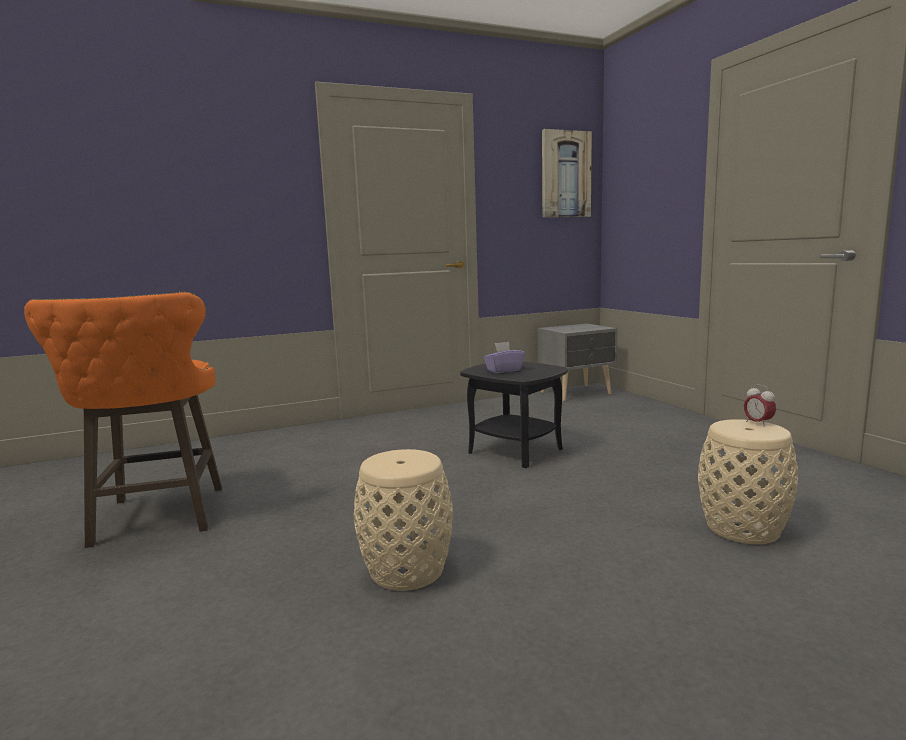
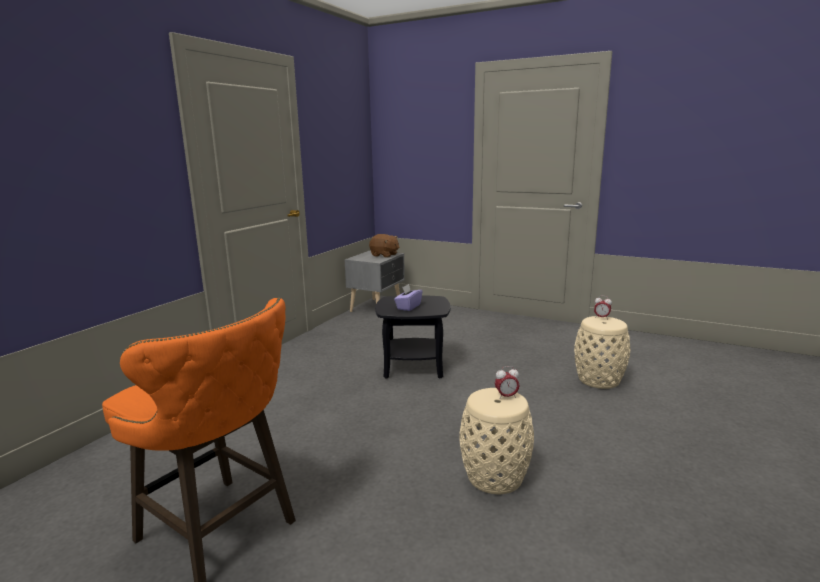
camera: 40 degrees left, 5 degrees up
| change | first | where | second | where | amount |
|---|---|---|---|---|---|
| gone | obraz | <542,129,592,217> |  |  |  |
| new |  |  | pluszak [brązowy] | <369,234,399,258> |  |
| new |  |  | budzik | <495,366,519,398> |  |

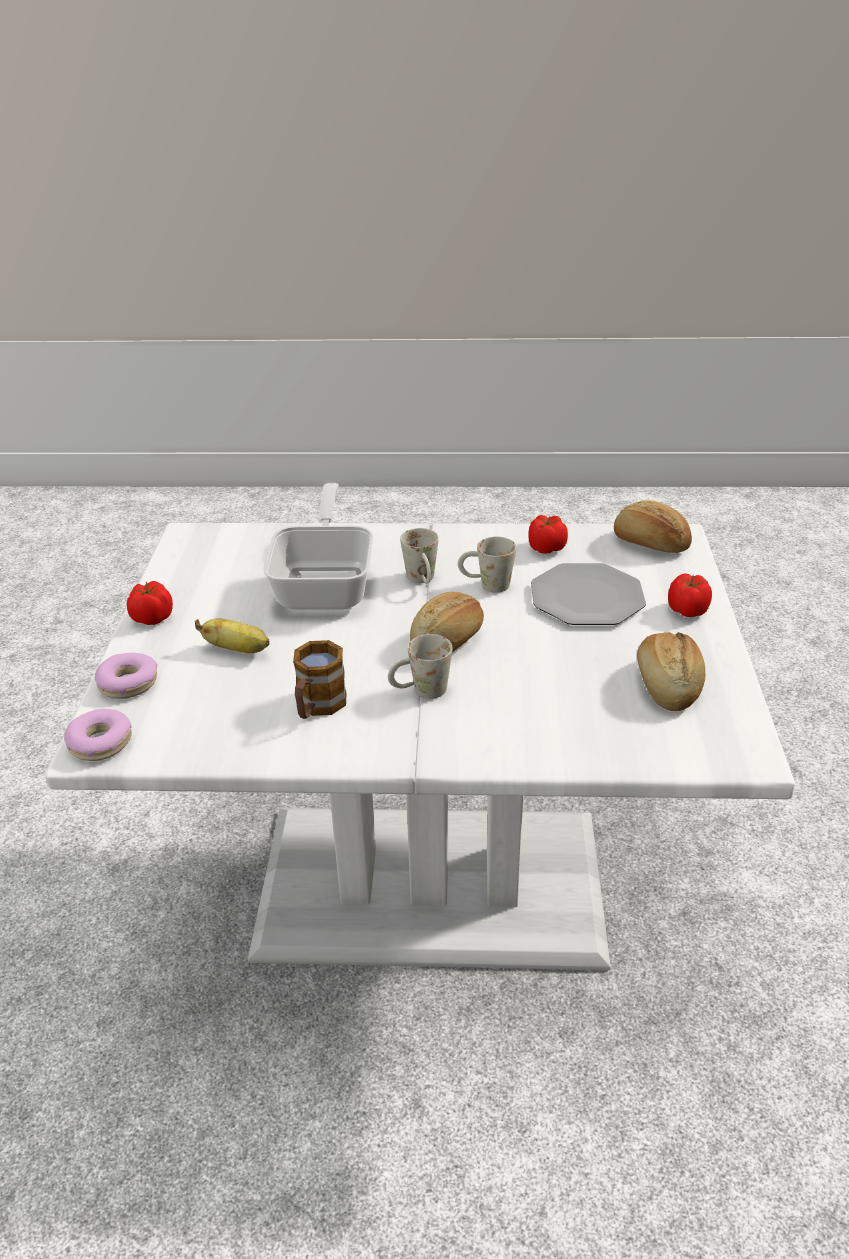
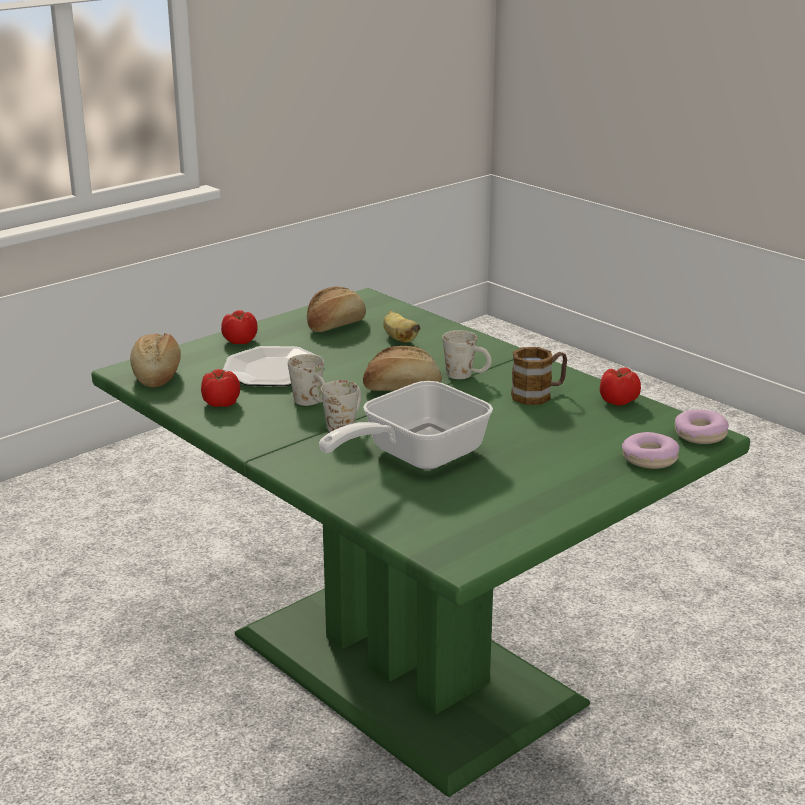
camera: 135 degrees left, 10 degrees down
| change | first | where | second | where | amount |
|---|---|---|---|---|---|
| shifted | pomidor | <127,581,173,625> |  | <600,367,641,406> |  |
| shifted | banan | <195,619,270,653> |  | <383,310,420,343> |  |
| repainted | stół jadalny [biały] | <45,523,796,970> | stół jadalny [zielony] | <91,288,750,797> |  |

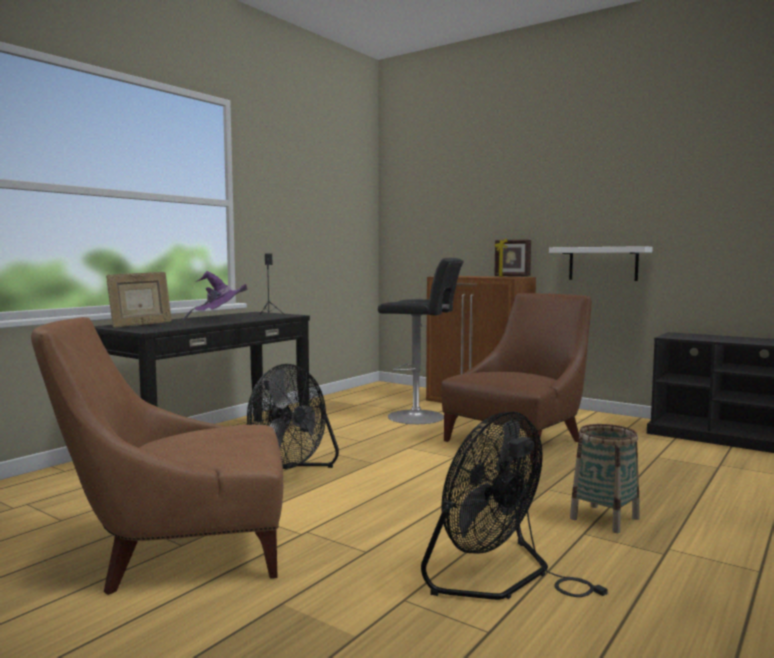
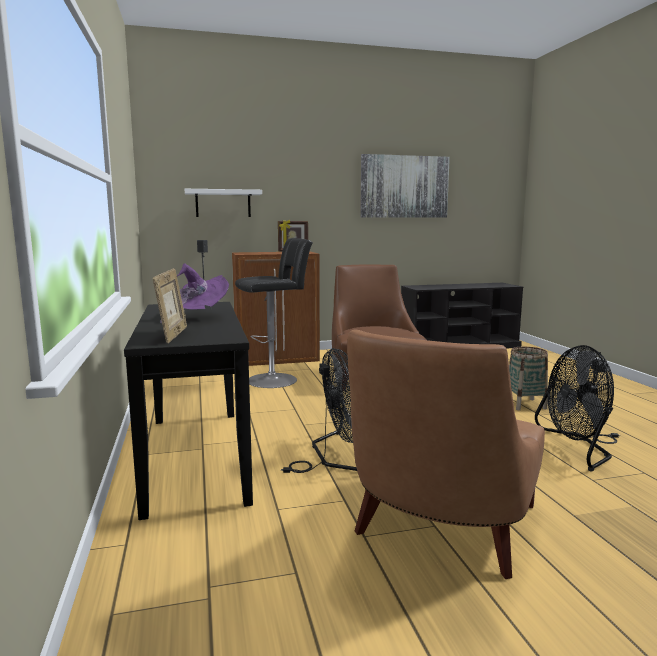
camera: 50 degrees left, 5 degrees up
| change | first | where | second | where | amount |
|---|---|---|---|---|---|
| new |  |  | obraz | <360,154,450,218> |  |
| shifted | półka [biały] | <549,246,653,281> |  | <185,189,262,217> |  |

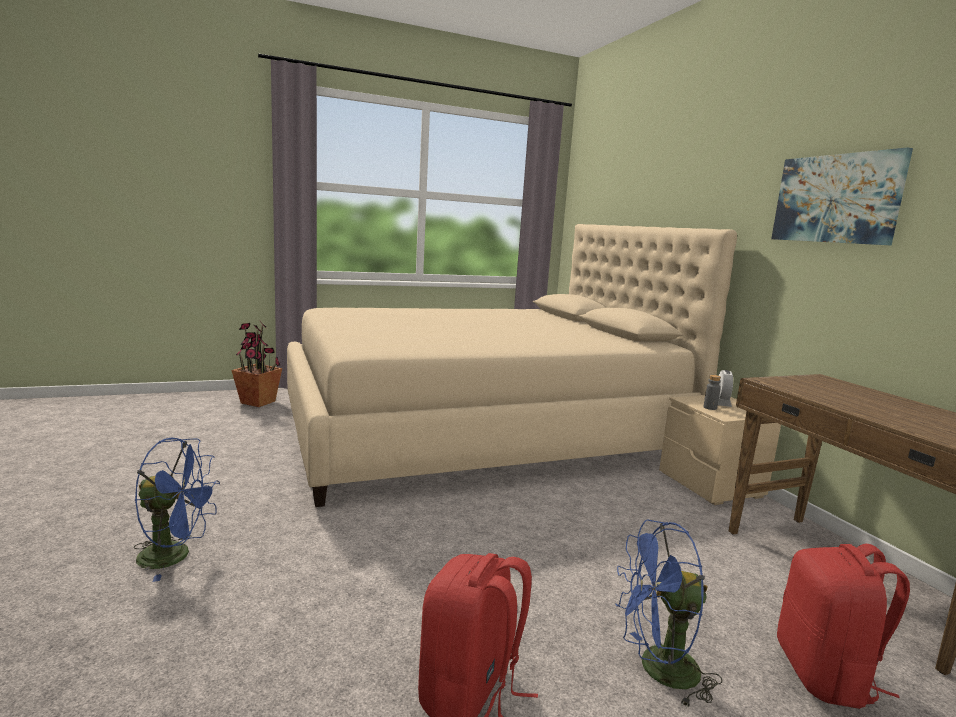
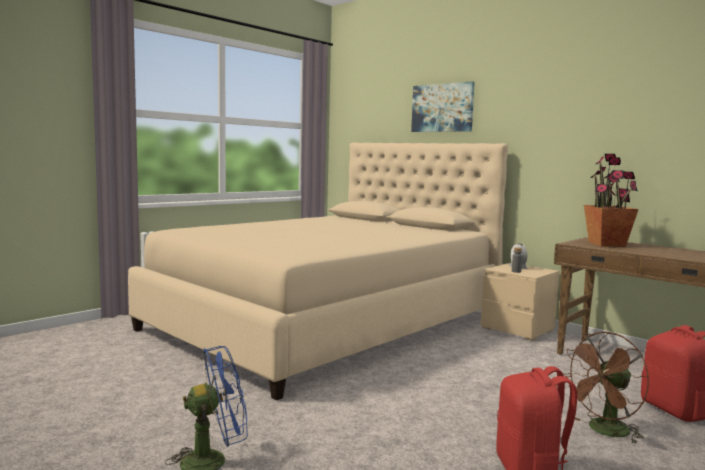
camera: 25 degrees left, 5 degrees down
| change | first | where | second | where | amount |
|---|---|---|---|---|---|
| shifted | roślina doniczkowa | <232,321,282,407> |  | <584,154,639,247> |  |
| shifted | obraz | <771,147,913,245> |  | <411,81,475,132> |  |
| repainted | wentylator [niebieski] | <616,519,722,708> | wentylator [brązowy] | <563,332,649,444> |  |

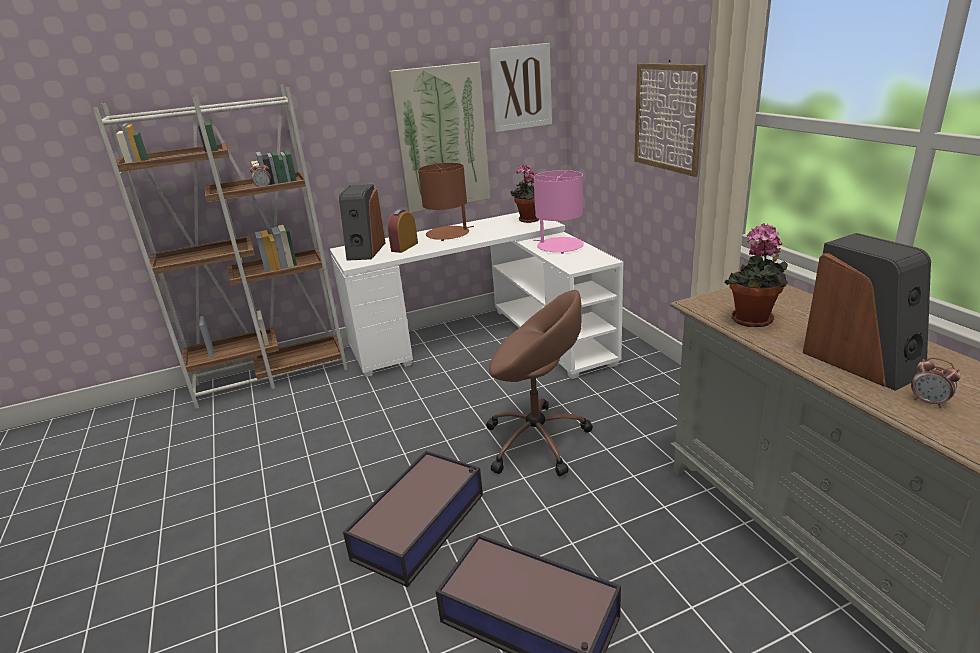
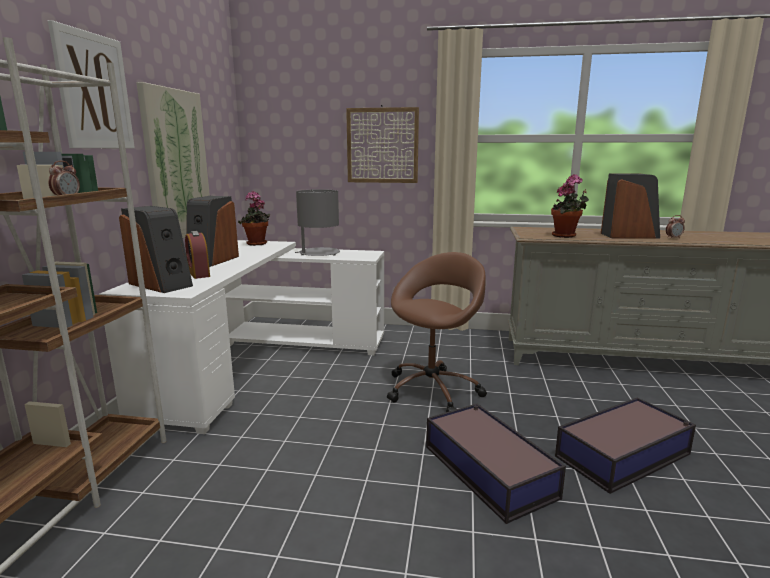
camera: 60 degrees left, 10 degrees down
| change | first | where | second | where | amount |
|---|---|---|---|---|---|
| shifted | obraz | <489,43,552,132> |  | <48,20,135,148> |  |
| swapped | lampa stołowa [brązowy] | <418,163,474,241> | głośnik | <187,196,239,267> |  |
| repainted | lampa stołowa [różowy] | <533,170,584,254> | lampa stołowa [szary] | <295,189,340,256> |  |

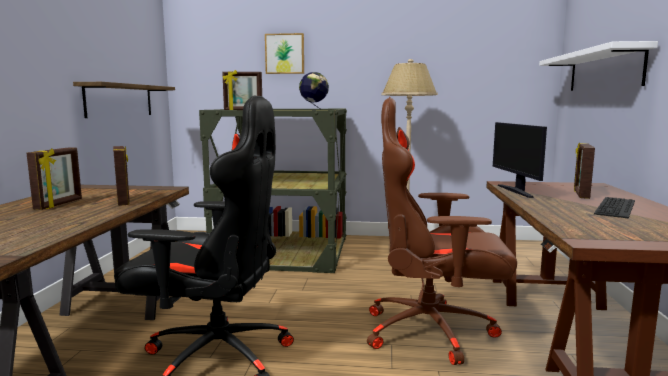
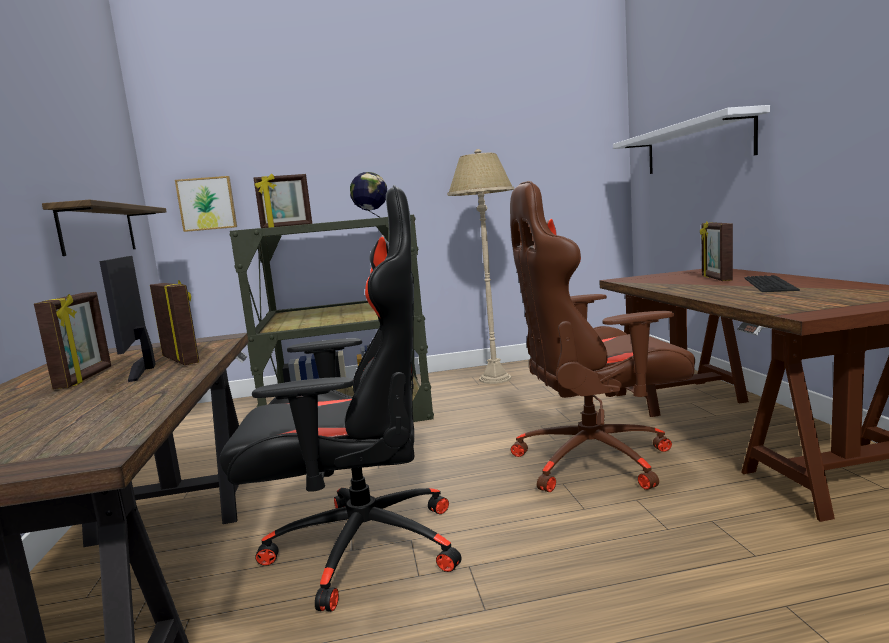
camera: 15 degrees left, 0 degrees up
| change | first | where | second | where | amount |
|---|---|---|---|---|---|
| shifted | obraz | <265,33,304,74> |  | <175,176,237,232> |  |
| shifted | monitor | <493,122,547,198> |  | <99,256,156,382> |  |

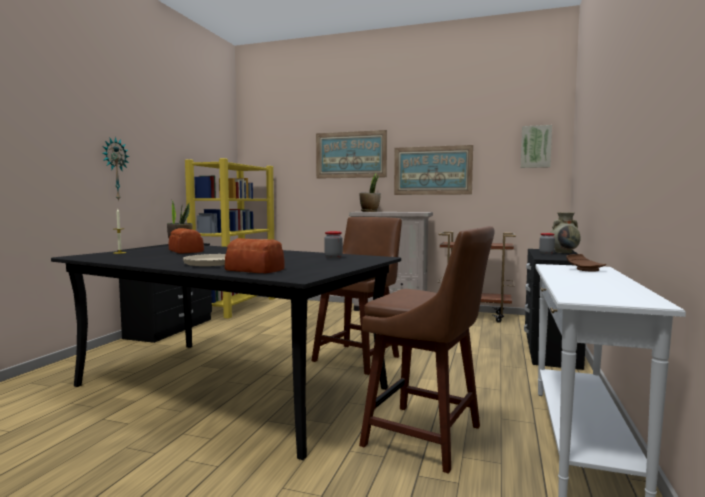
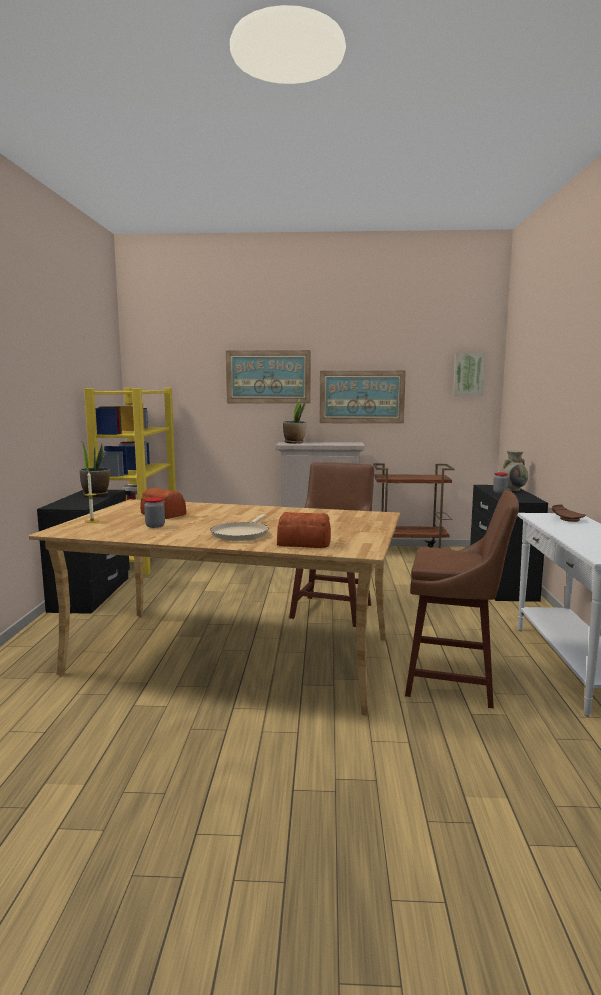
camera: 15 degrees left, 5 degrees up
| change | first | where | second | where | amount |
|---|---|---|---|---|---|
| gone | zegar ścienny | <102,137,130,201> |  |  |  |
| shifted | słoik | <325,231,343,259> |  | <144,497,165,528> |  |
| repainted | stół jadalny [czarny] | <51,245,401,460> | stół jadalny [beżowy] | <29,499,400,716> |  |

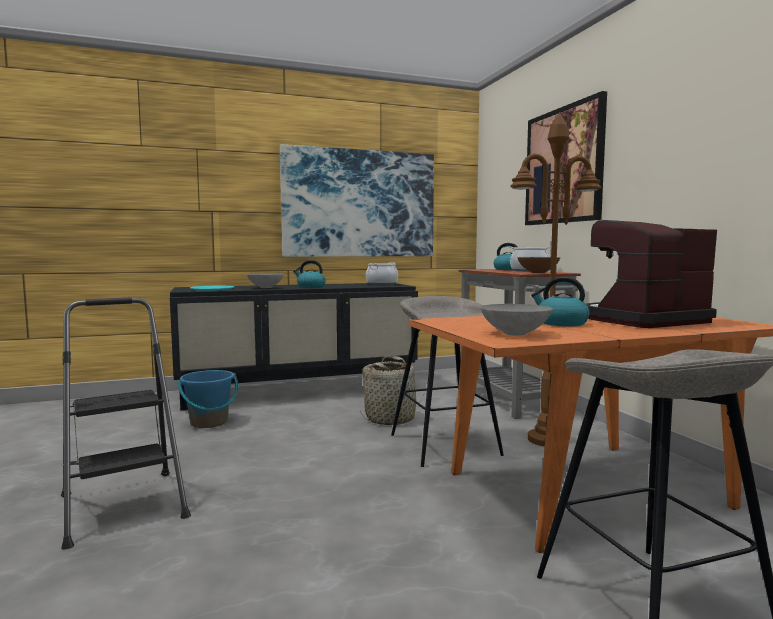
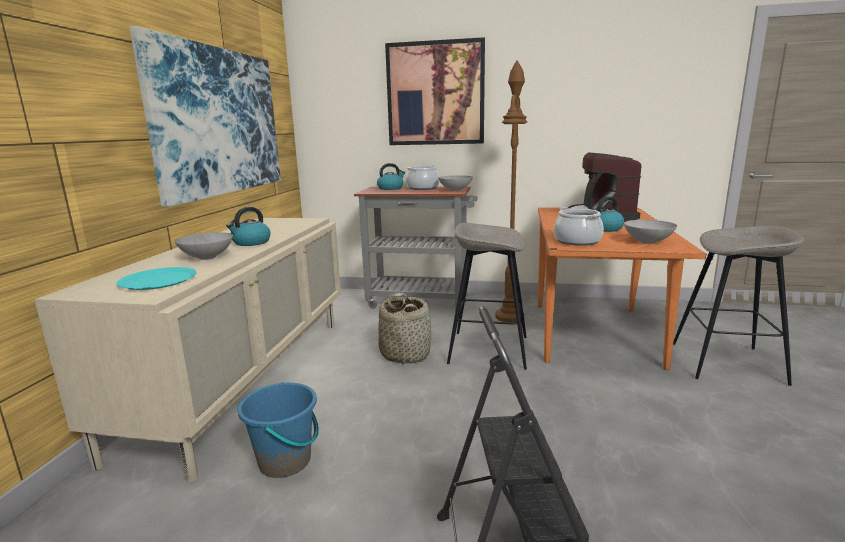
camera: 60 degrees left, 10 degrees up
| change | first | where | second | where | amount |
|---|---|---|---|---|---|
| shifted | garnek | <366,262,398,285> |  | <554,207,604,246> |  |
| repainted | szafka [czarny] | <170,283,418,410> | szafka [beżowy] | <34,218,341,482> |  |
| repainted | miska [brązowy] | <517,257,560,273> | miska [szary] | <438,175,473,191> |  |

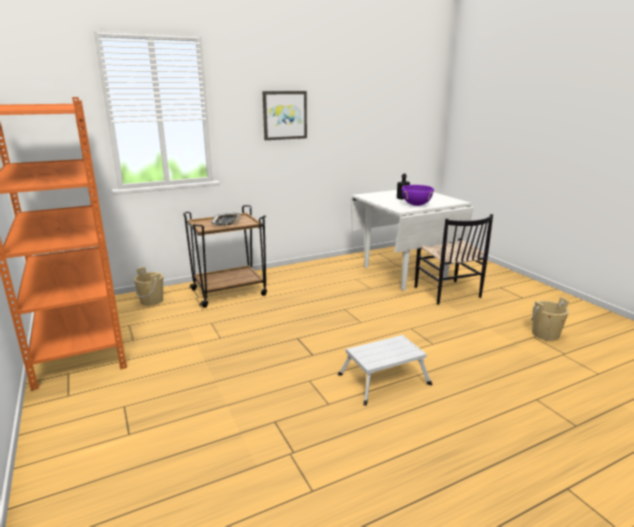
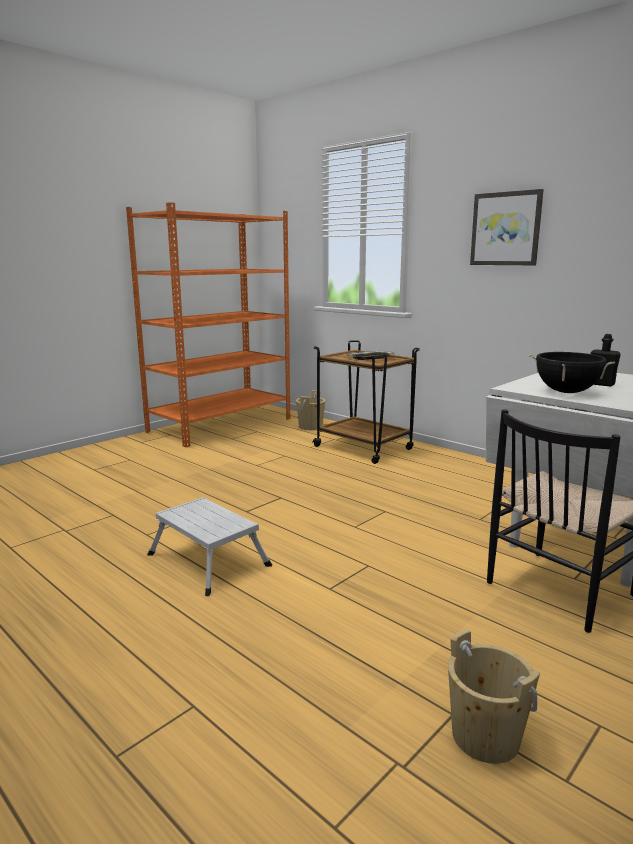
camera: 70 degrees right, 5 degrees down
| change | first | where | second | where | amount |
|---|---|---|---|---|---|
| repainted | garnek [fioletowy] | <402,185,434,206> | garnek [czarny] | <529,352,615,393> |  |

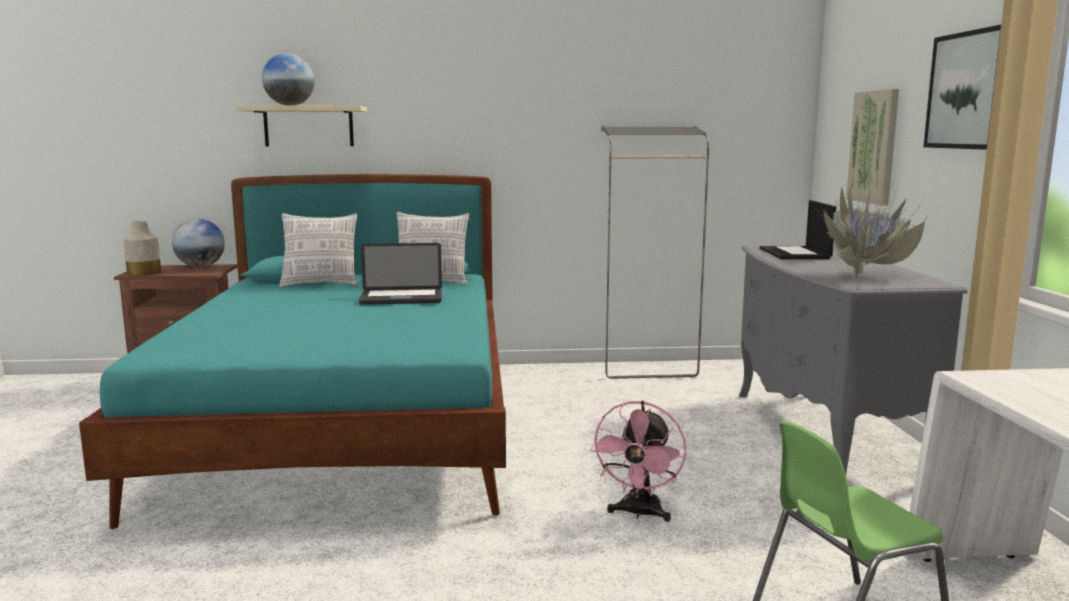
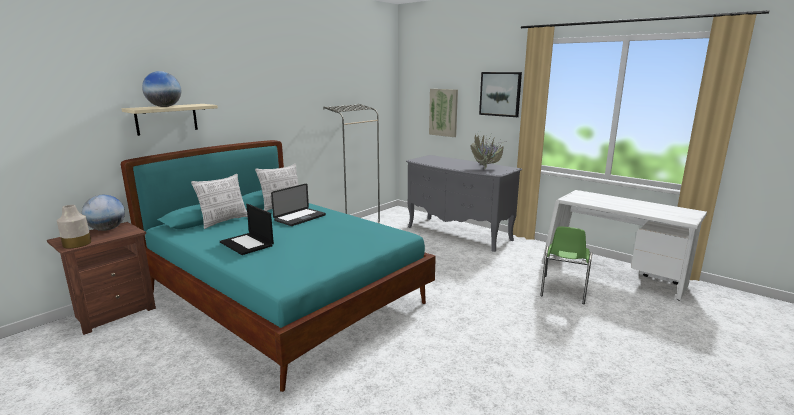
camera: 45 degrees left, 5 degrees up
| change | first | where | second | where | amount |
|---|---|---|---|---|---|
| gone | wentylator [różowy] | <590,401,686,522> |  |  |  |
| shifted | laptop | <760,200,836,259> |  | <220,204,274,255> |  |

